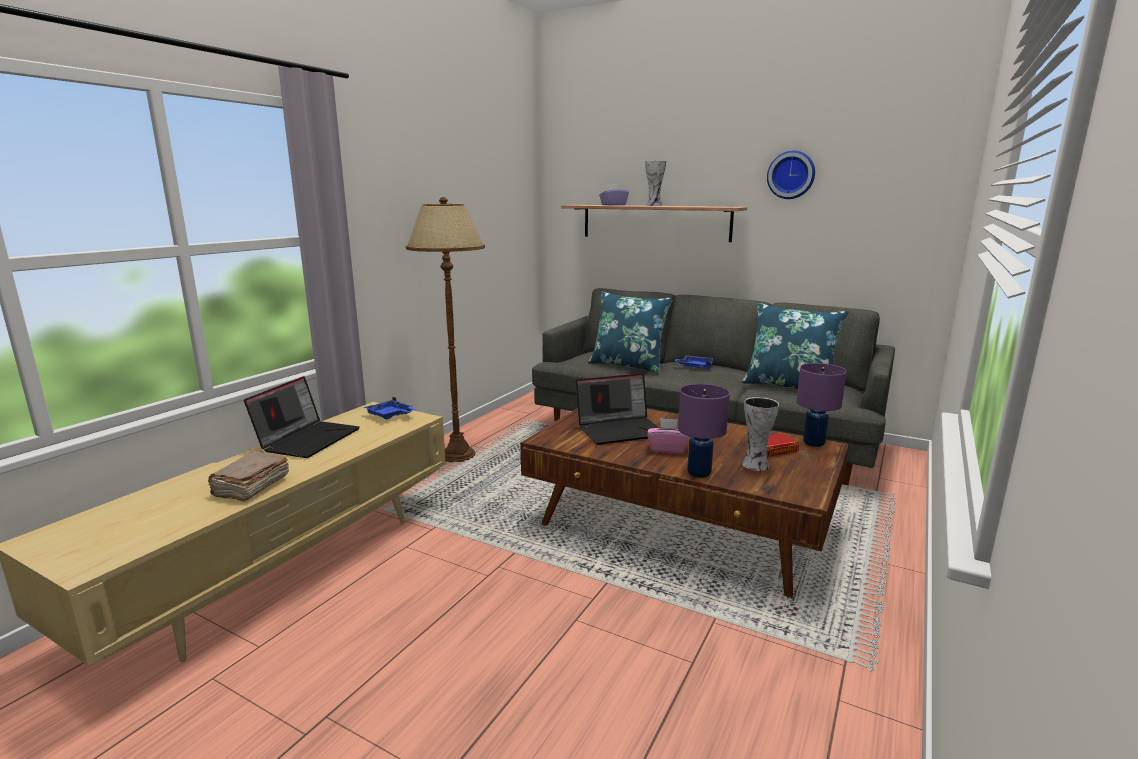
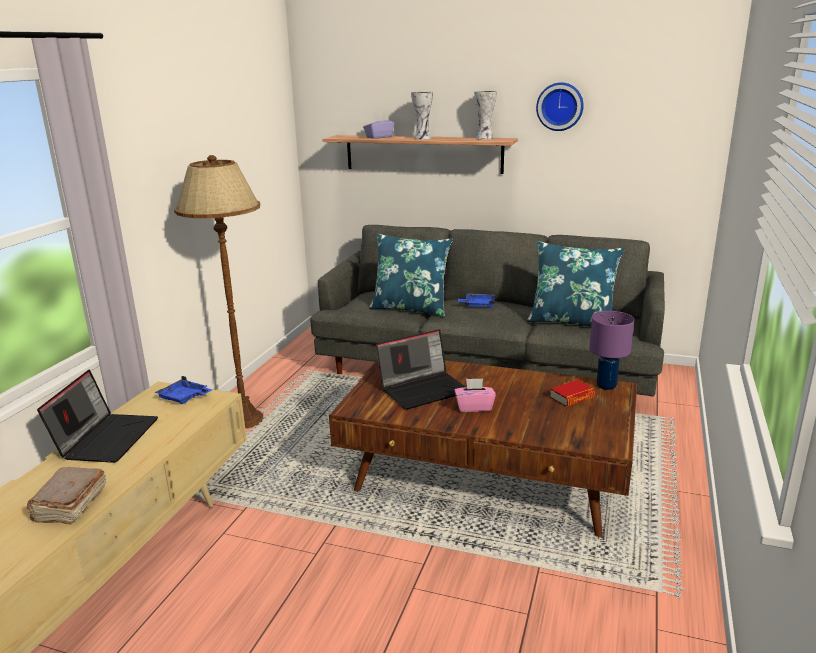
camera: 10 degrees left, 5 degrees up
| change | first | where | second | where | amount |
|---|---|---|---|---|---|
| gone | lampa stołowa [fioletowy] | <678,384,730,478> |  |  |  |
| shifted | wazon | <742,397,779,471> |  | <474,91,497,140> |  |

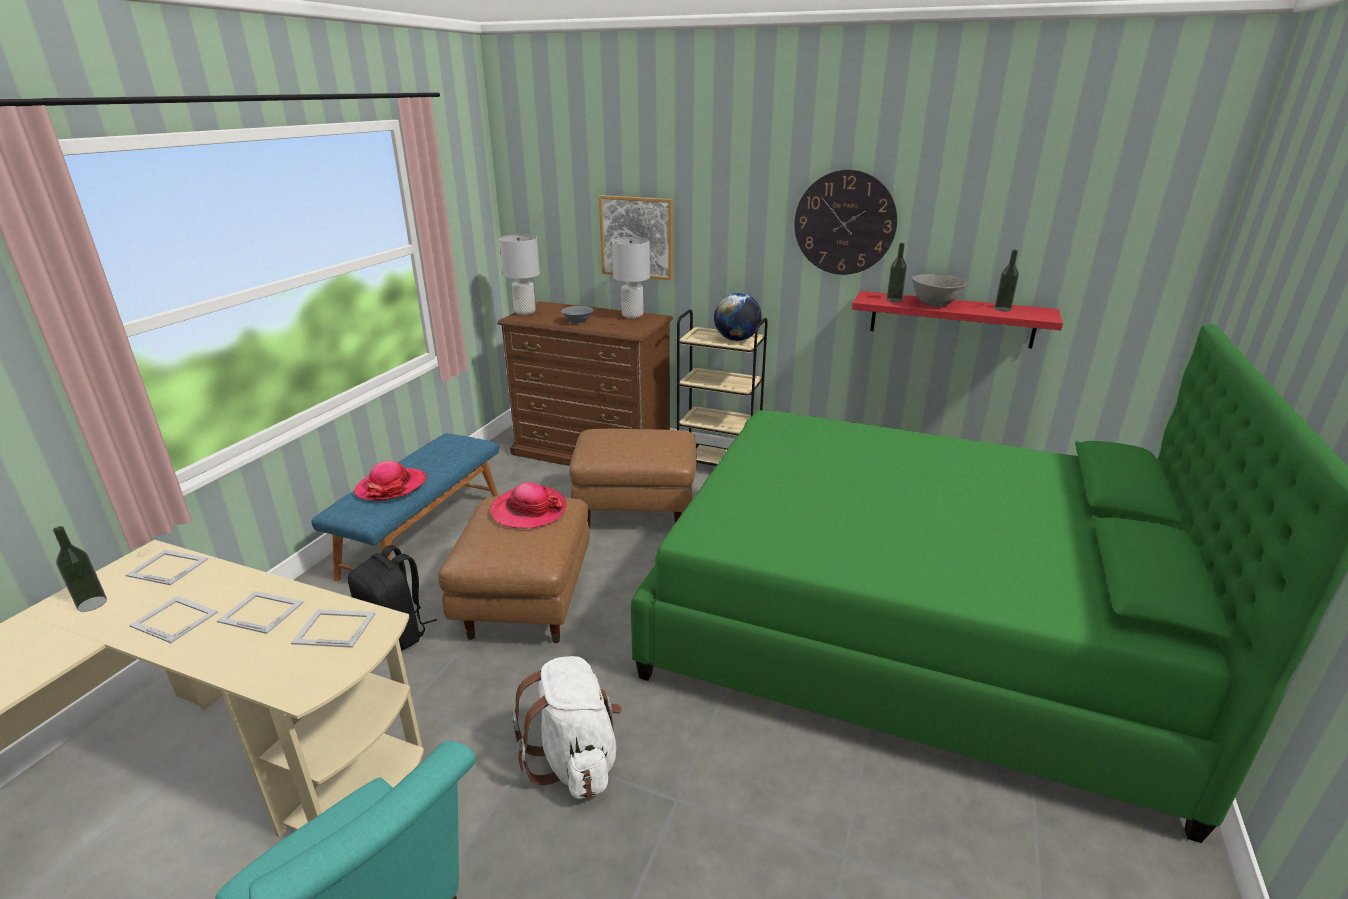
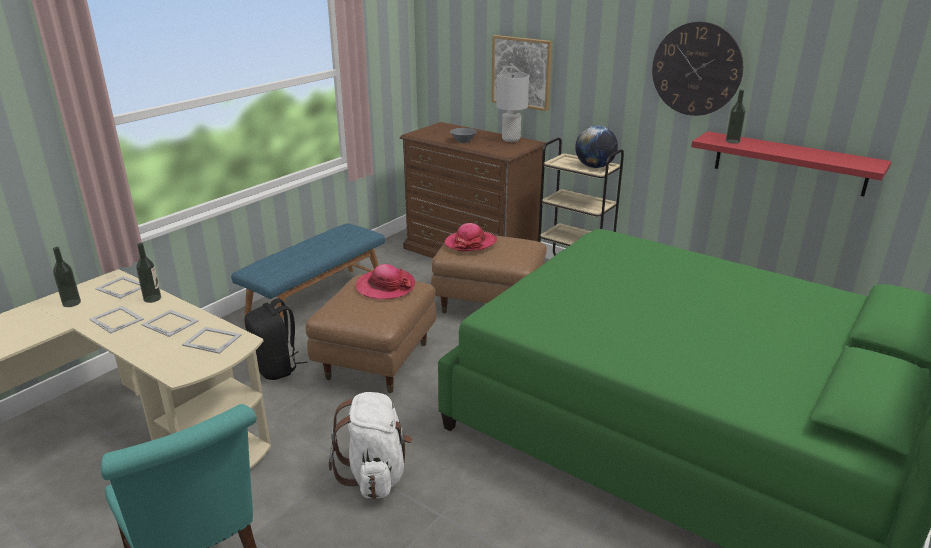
camera: 15 degrees right, 0 degrees up
| change | first | where | second | where | amount |
|---|---|---|---|---|---|
| gone | lampa stołowa [szary] | <499,235,540,315> |  |  |  |
| gone | miska [szary] | <912,274,966,307> |  |  |  |
| shifted | kapelusz | <354,461,427,501> |  | <444,223,497,251> |  |
| shifted | butelka | <994,250,1019,312> |  | <136,243,161,303> |  |

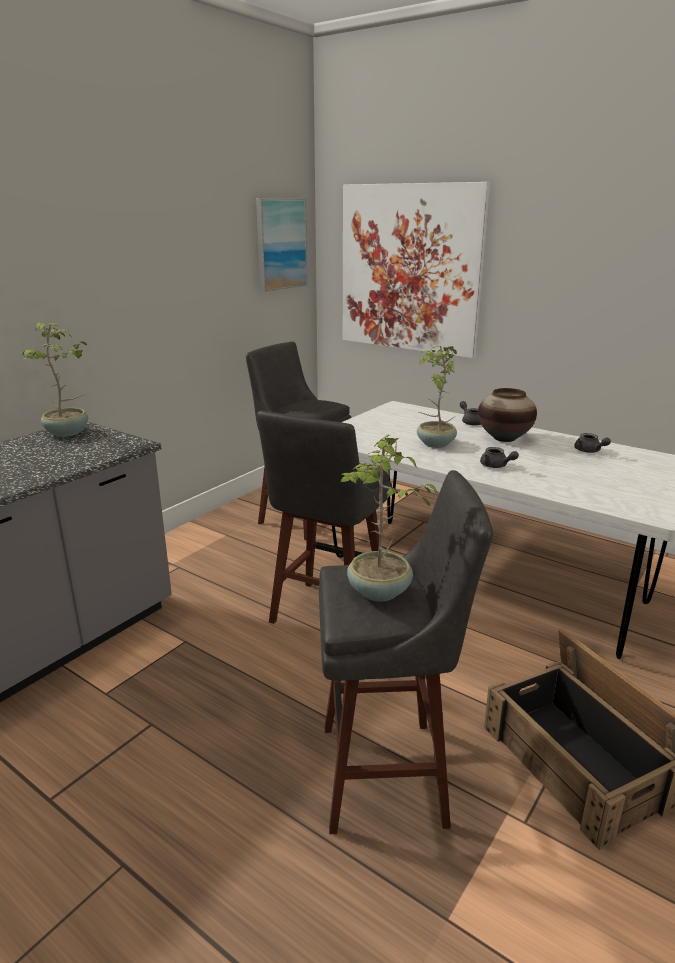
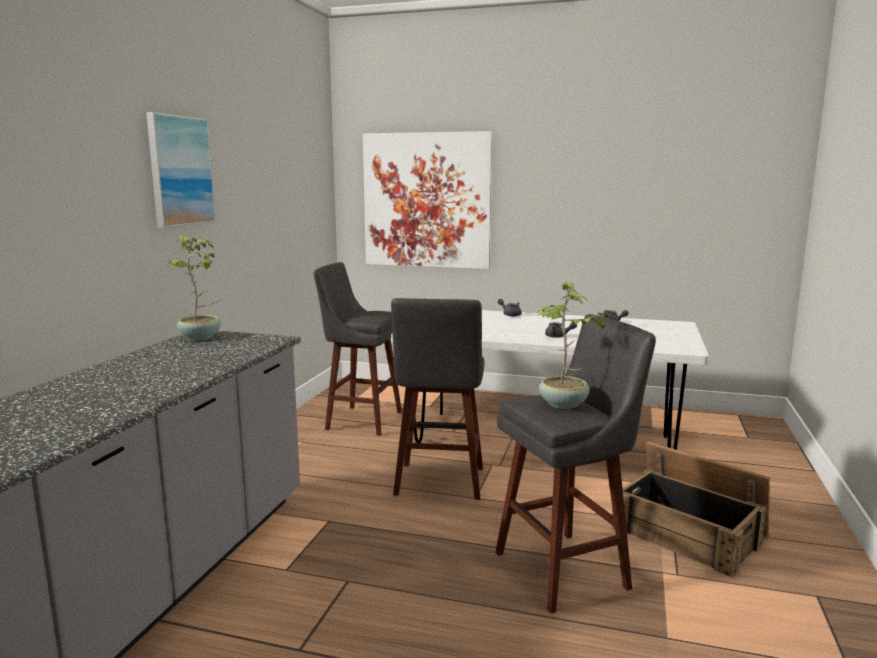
camera: 20 degrees left, 10 degrees down
| change | first | where | second | where | amount |
|---|---|---|---|---|---|
| gone | roślina doniczkowa | <417,346,458,448> |  |  |  |
| gone | wazon | <478,388,537,442> |  |  |  |
| shifted | obraz | <256,198,307,292> |  | <146,112,216,228> |  |

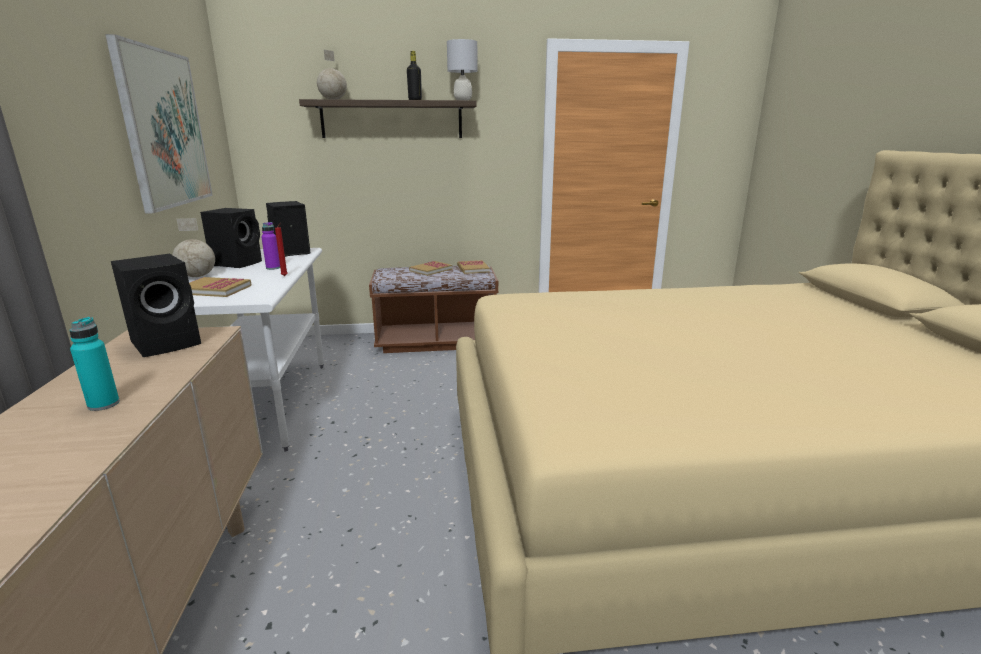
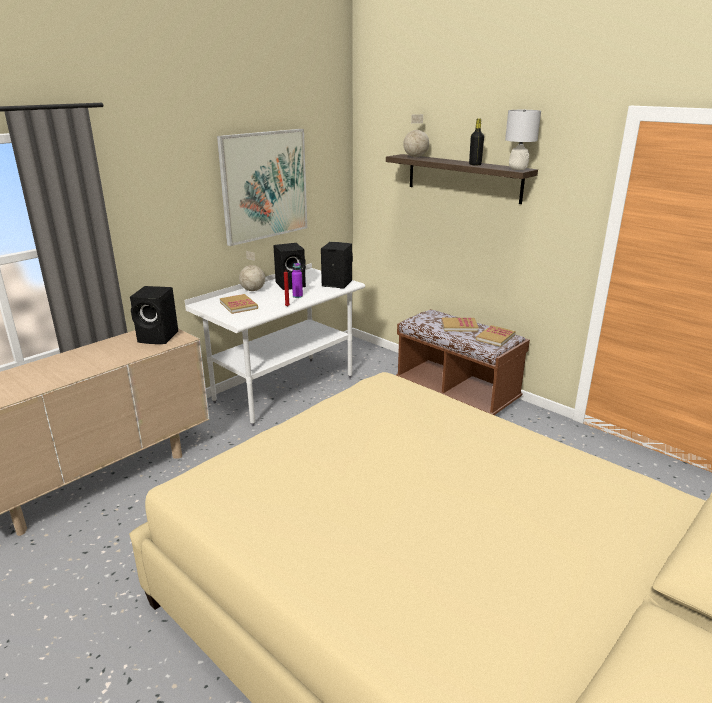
camera: 50 degrees right, 5 degrees up
| change | first | where | second | where | amount |
|---|---|---|---|---|---|
| gone | butelka [turkusowy] | <70,317,120,411> |  |  |  |

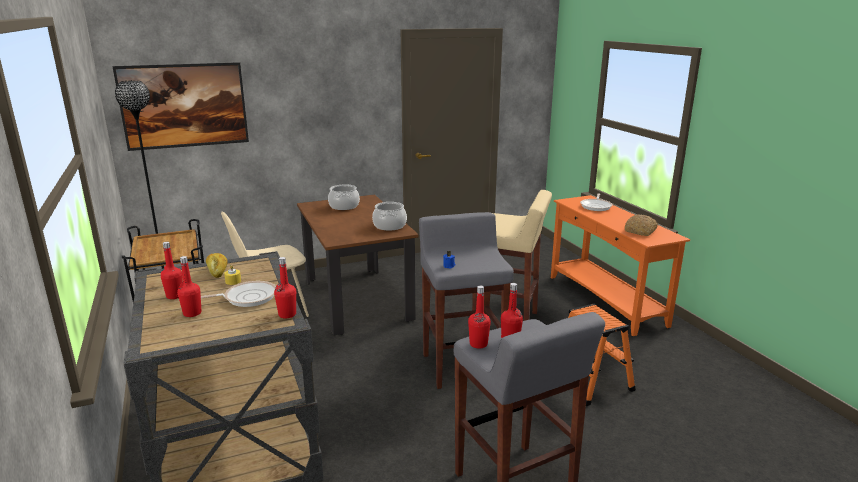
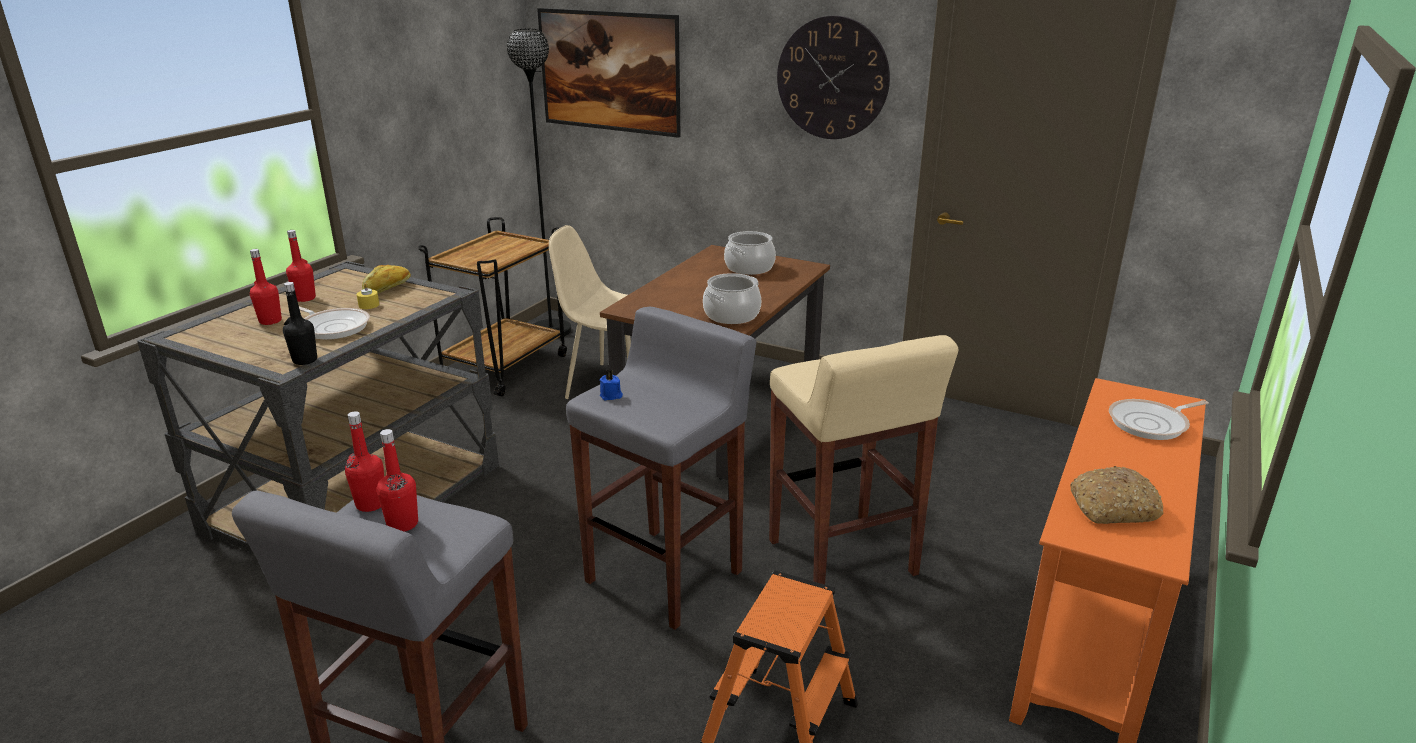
camera: 50 degrees right, 5 degrees up
| change | first | where | second | where | amount |
|---|---|---|---|---|---|
| new |  |  | zegar ścienny | <777,16,890,139> |  |
| repainted | butelka [czerwony] | <274,257,296,319> | butelka [czarny] | <283,282,317,365> |  |

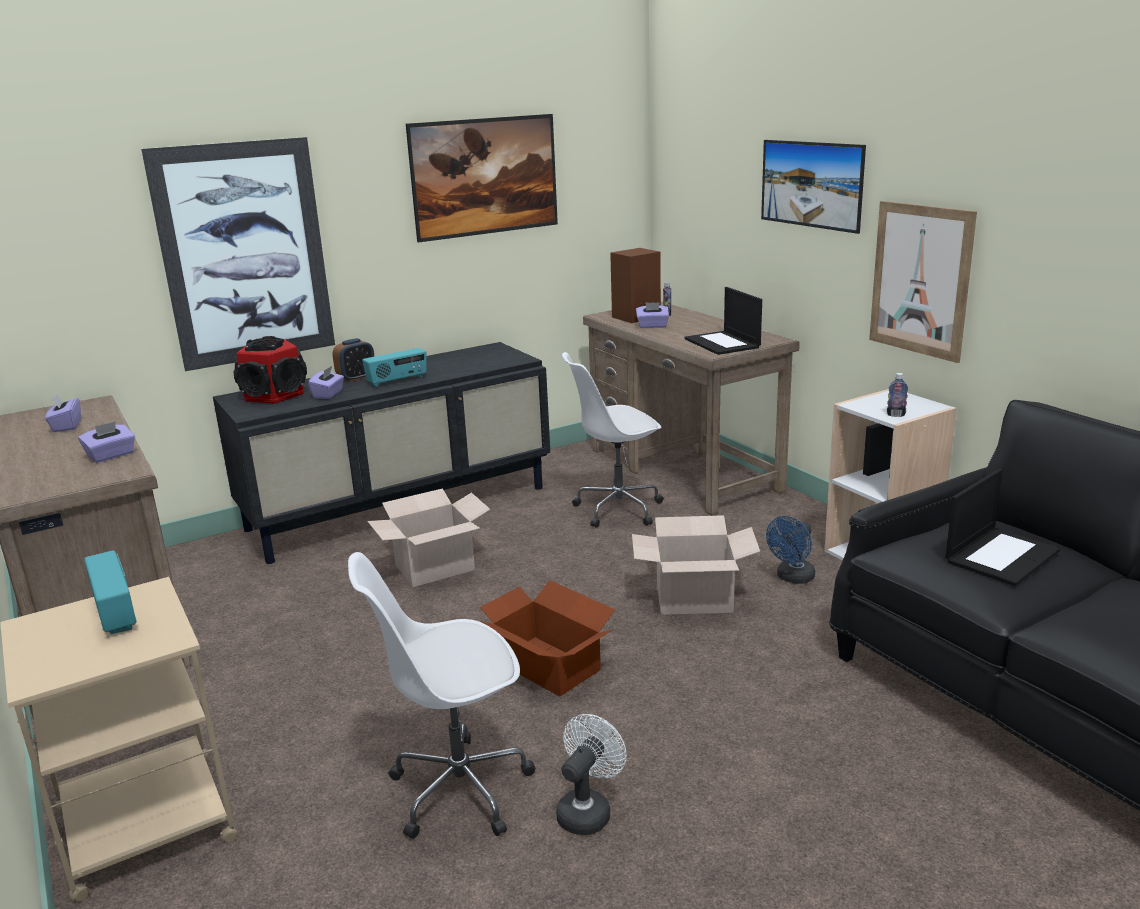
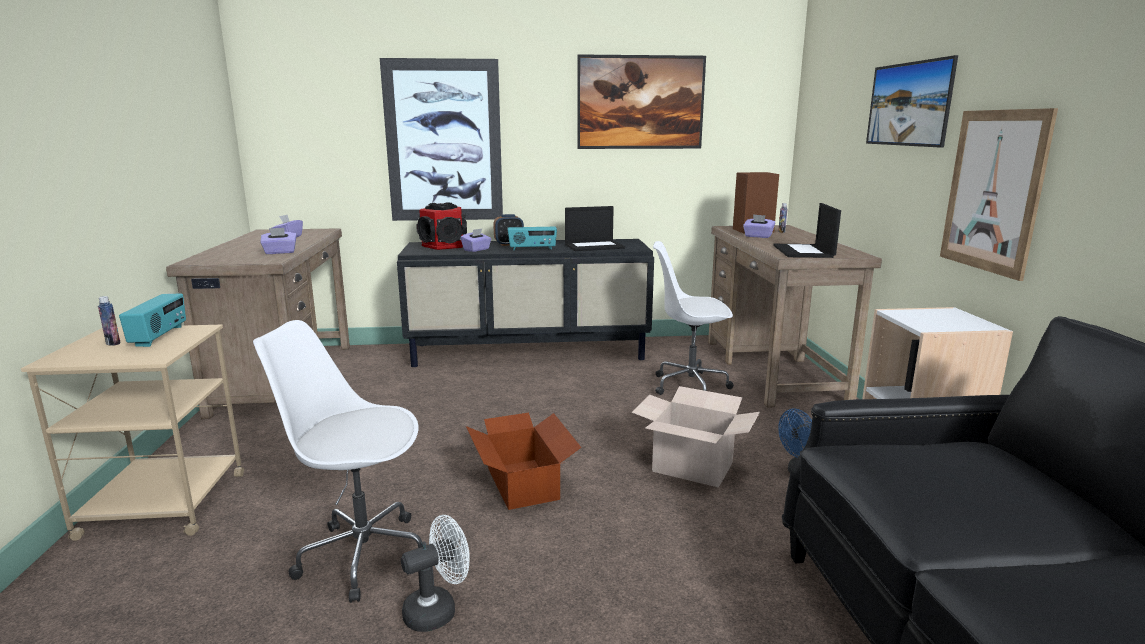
camera: 25 degrees right, 5 degrees down
| change | first | where | second | where | amount |
|---|---|---|---|---|---|
| gone | karton | <367,488,490,587> |  |  |  |
| shifted | butelka | <887,373,908,417> |  | <98,296,121,346> |  |
| shifted | laptop | <945,468,1061,586> |  | <565,206,625,251> |  |

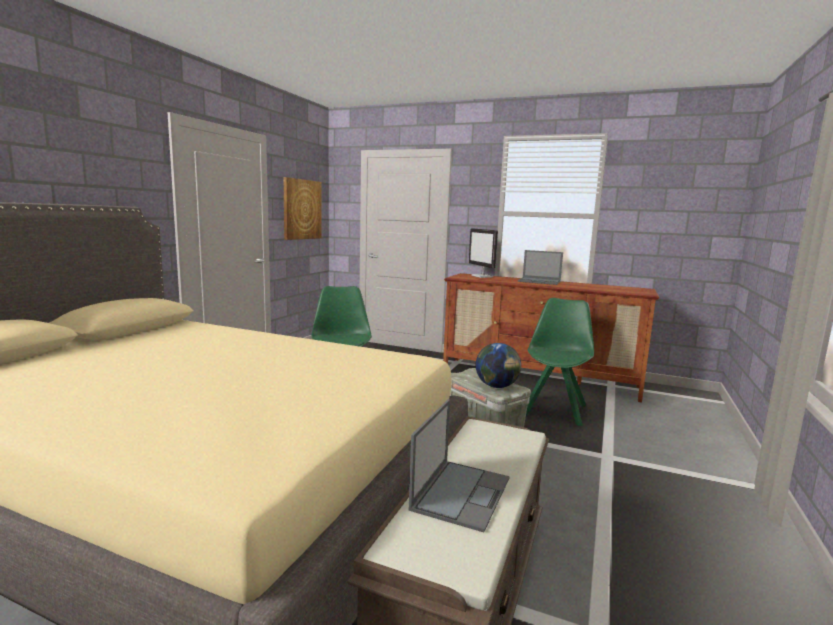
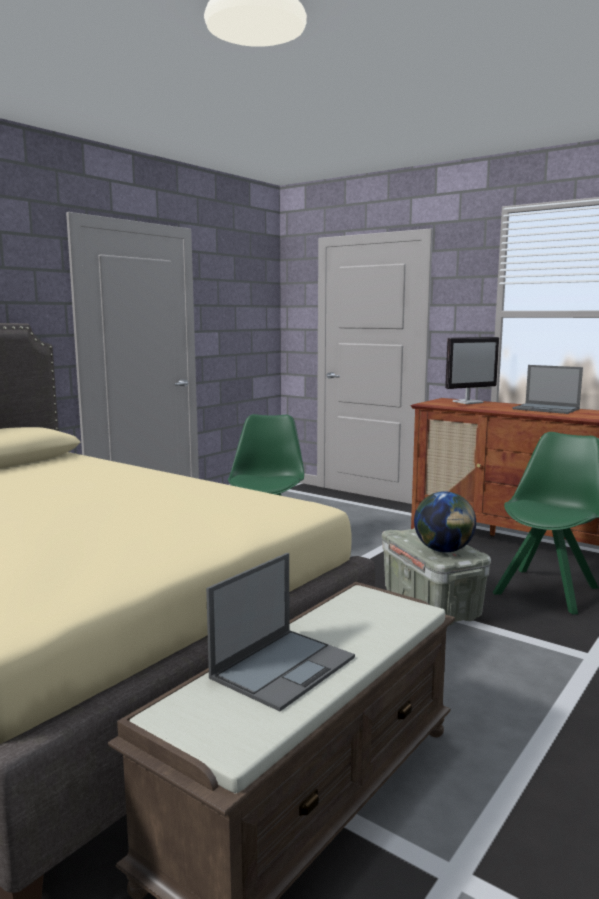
camera: 15 degrees right, 0 degrees up
| change | first | where | second | where | amount |
|---|---|---|---|---|---|
| gone | obraz | <284,177,322,240> |  |  |  |
| rotated | monitor | <469,228,498,278> |  | <445,337,499,404> | 105 degrees counterclockwise |

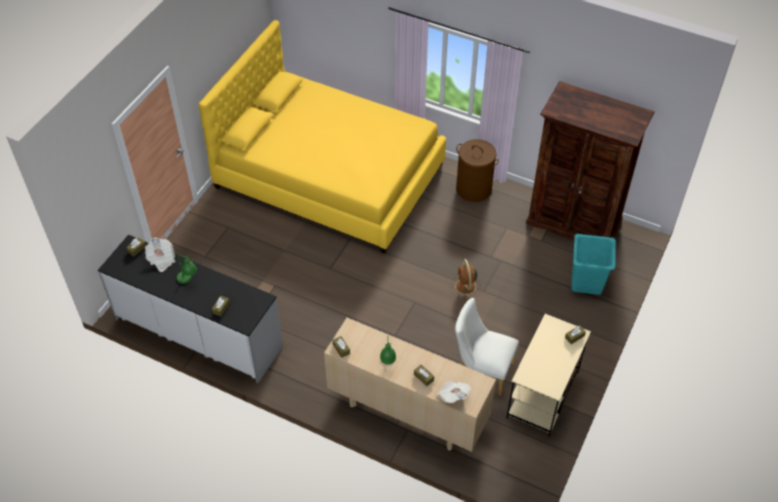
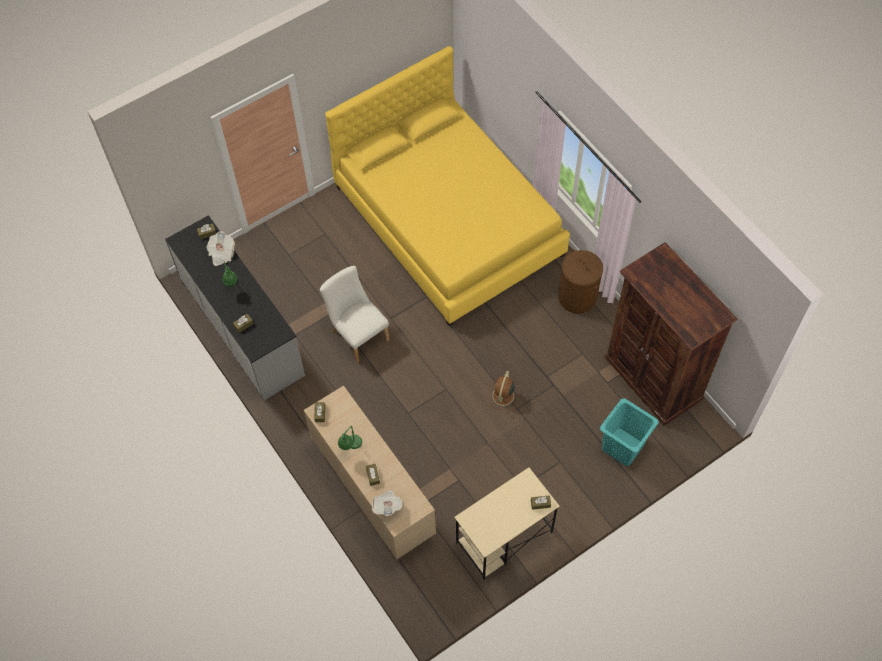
camera: 30 degrees right, 10 degrees up
| change | first | where | second | where | amount |
|---|---|---|---|---|---|
| shifted | krzesło [biały] | <455,298,519,396> |  | <320,266,389,363> |  |

